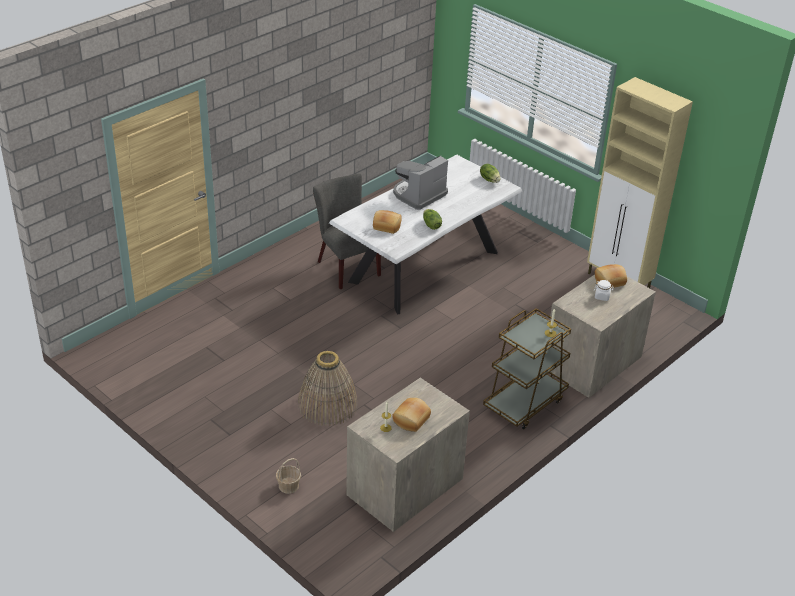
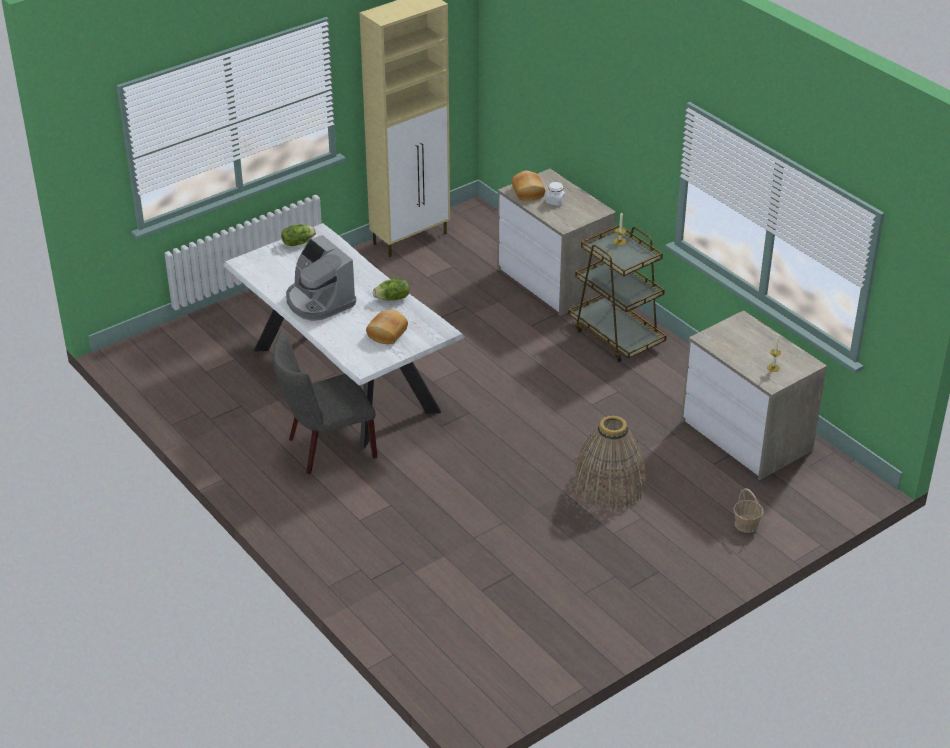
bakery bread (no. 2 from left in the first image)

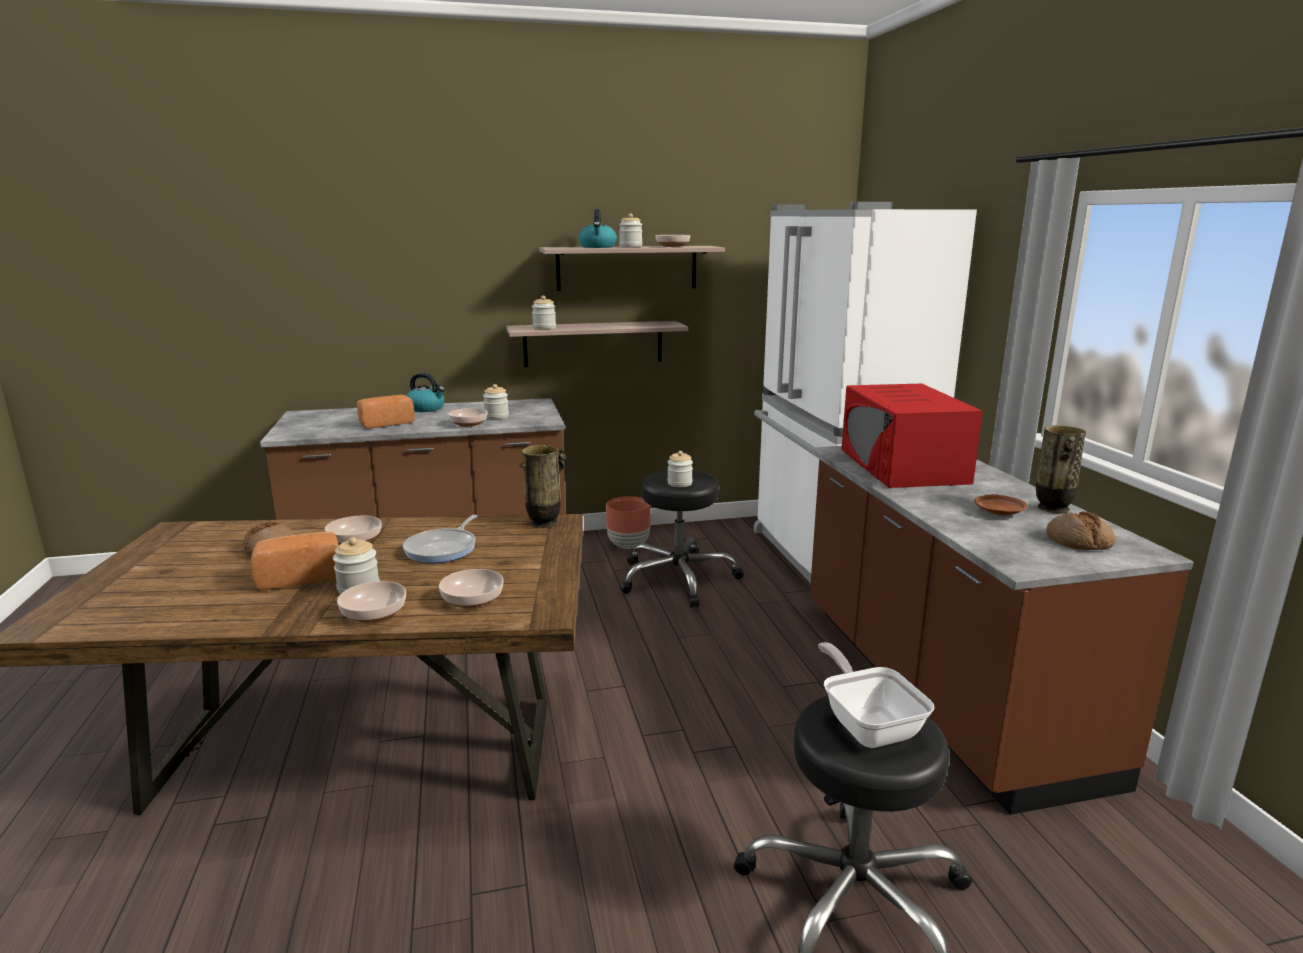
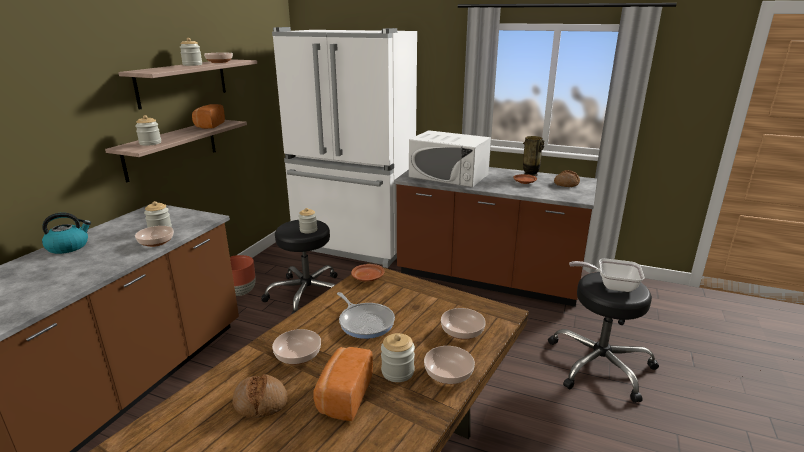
bakery bread (no. 1 from left)
brown dinner plate (no. 1 from left)
white microwave
tea kettle (no. 2 from left in the first image)

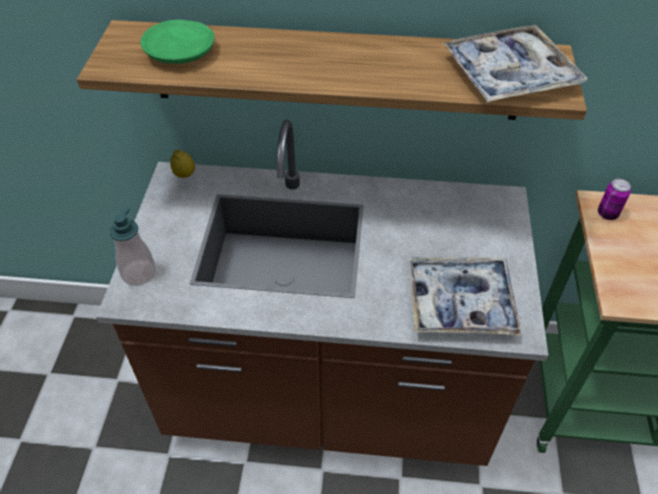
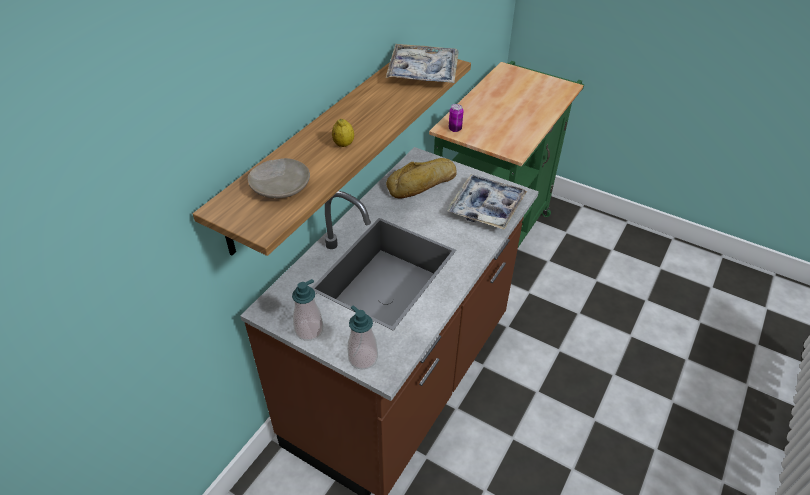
beige dinner plate
soap bottle (no. 1 from left)
citrus fruit
bakery bread

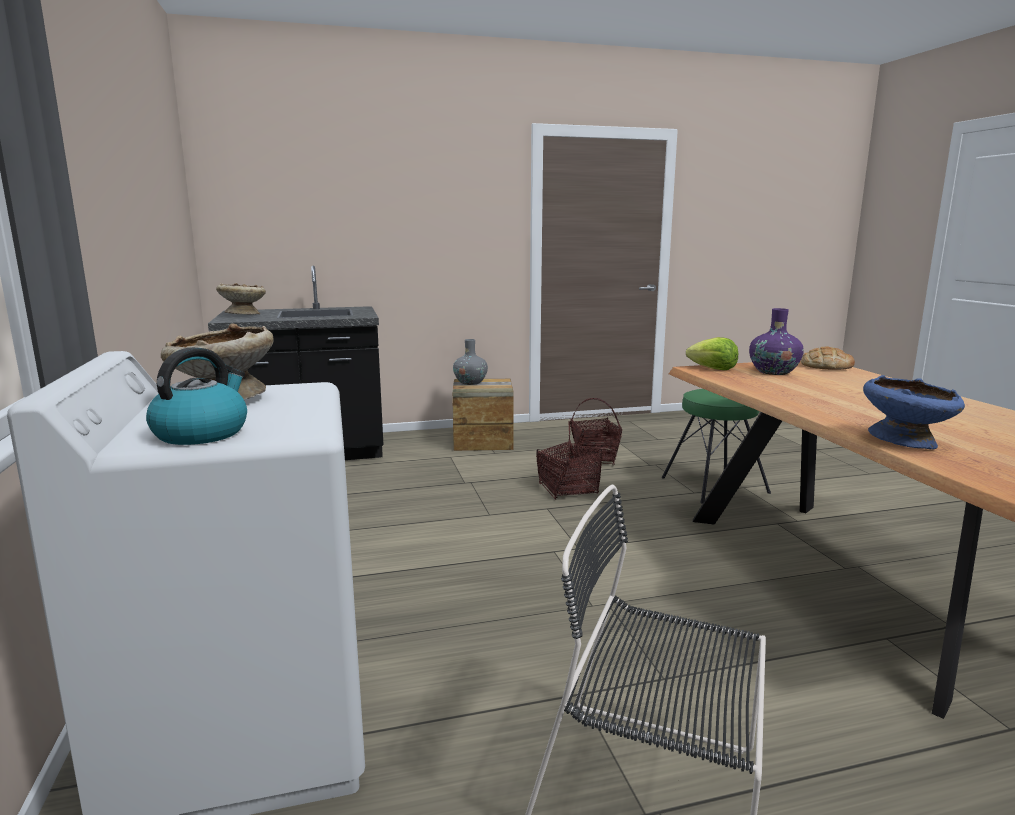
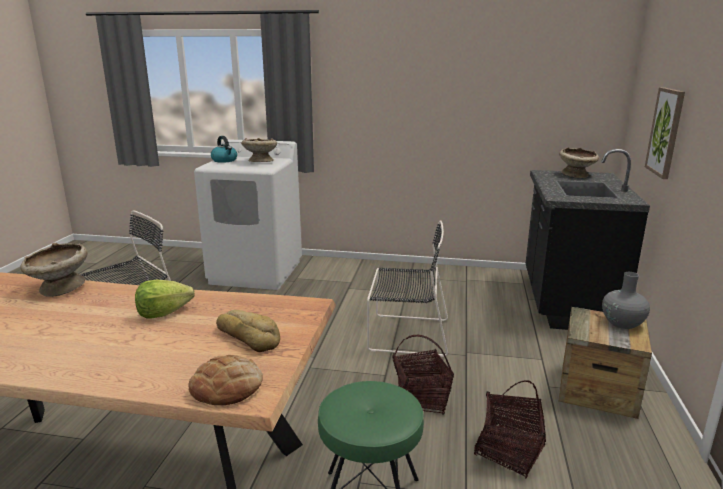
beige serving bowl (no. 1 from left)
lettuce
bakery bread (no. 2 from left)
blackish plain chair (no. 2 from left)
wall art

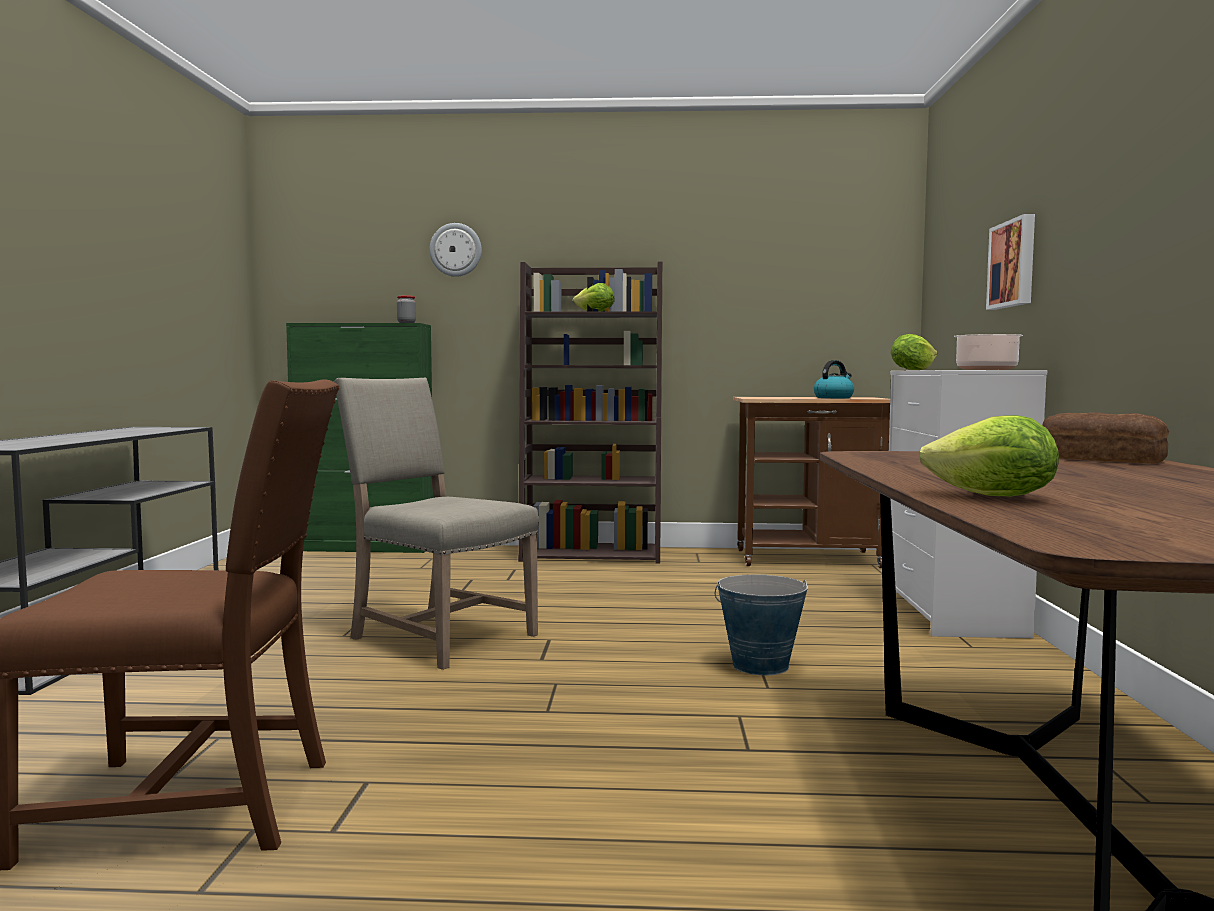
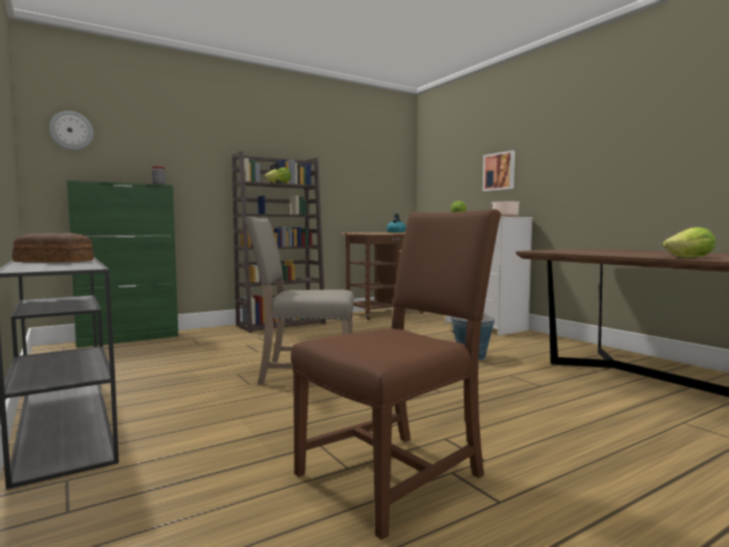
bakery bread
hanging clock

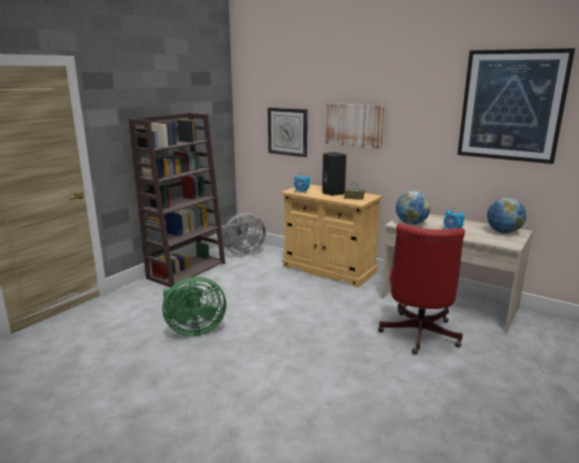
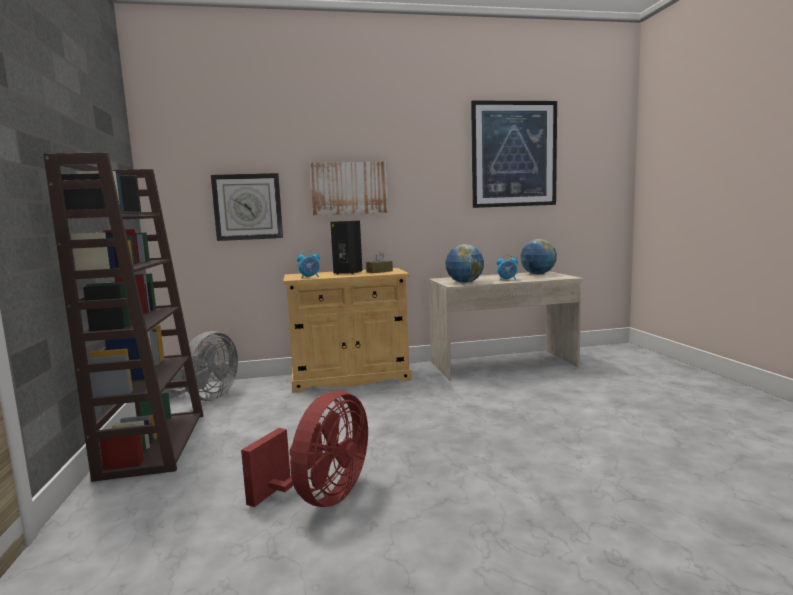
red fan
red desk chair

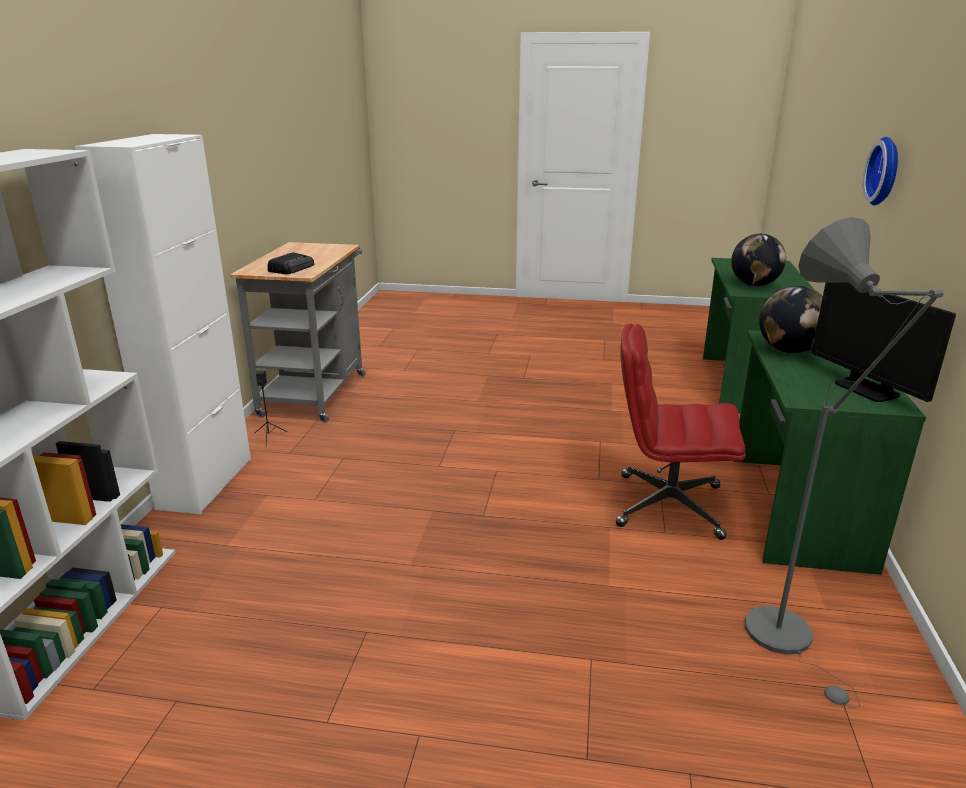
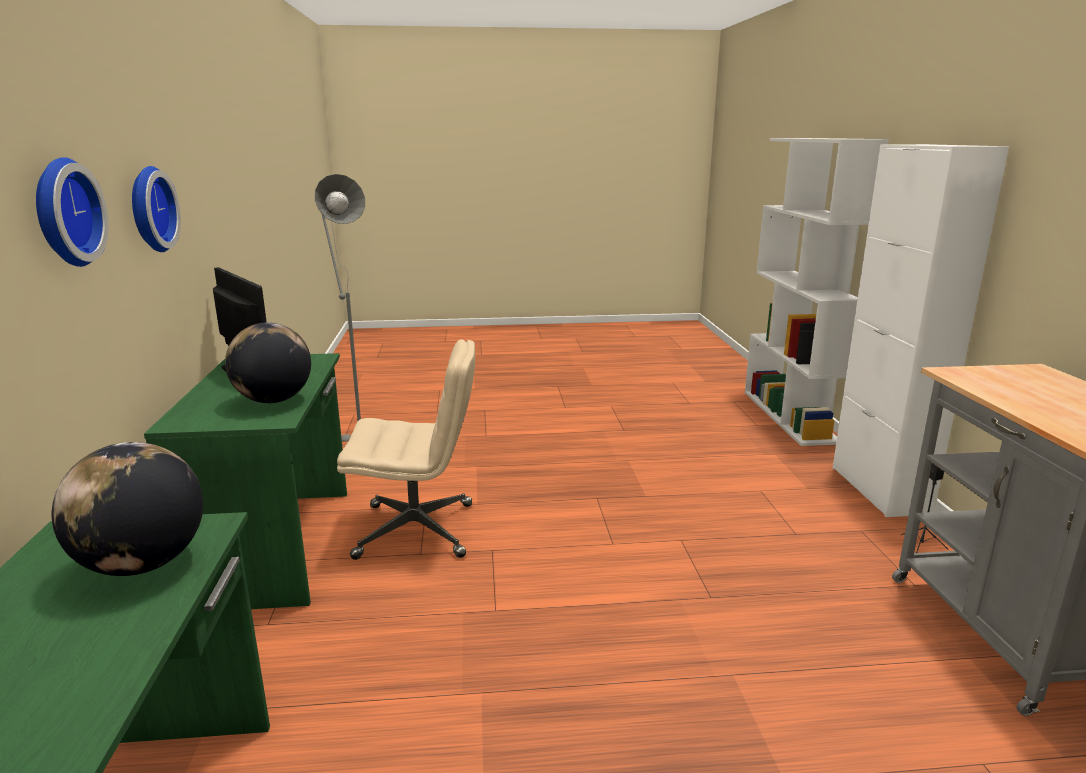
hanging clock (no. 2 from left)
beige desk chair
radio set

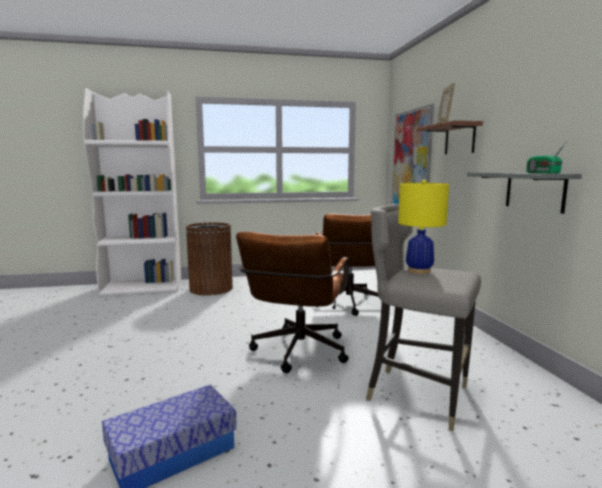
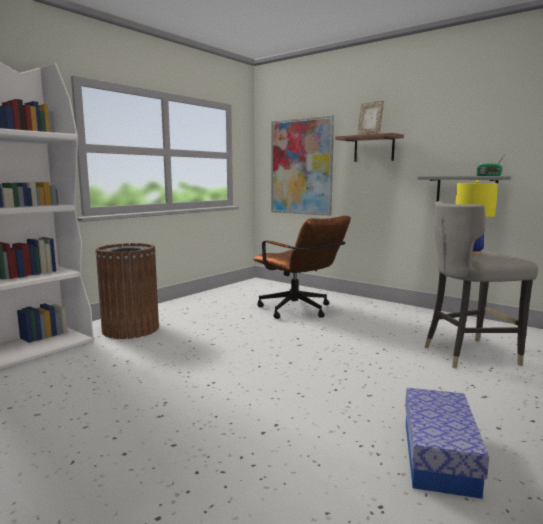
brown desk chair (no. 1 from left in the first image)

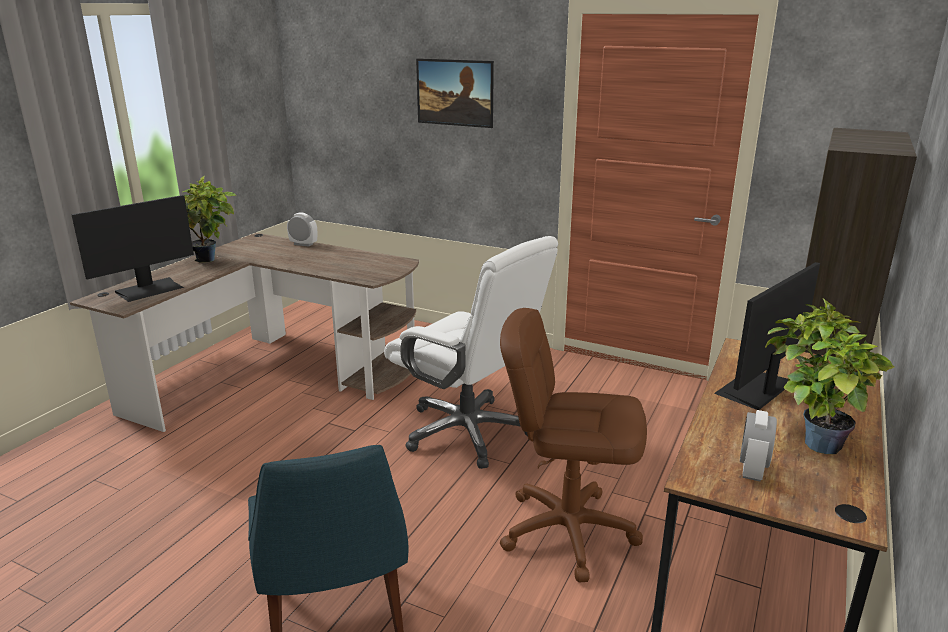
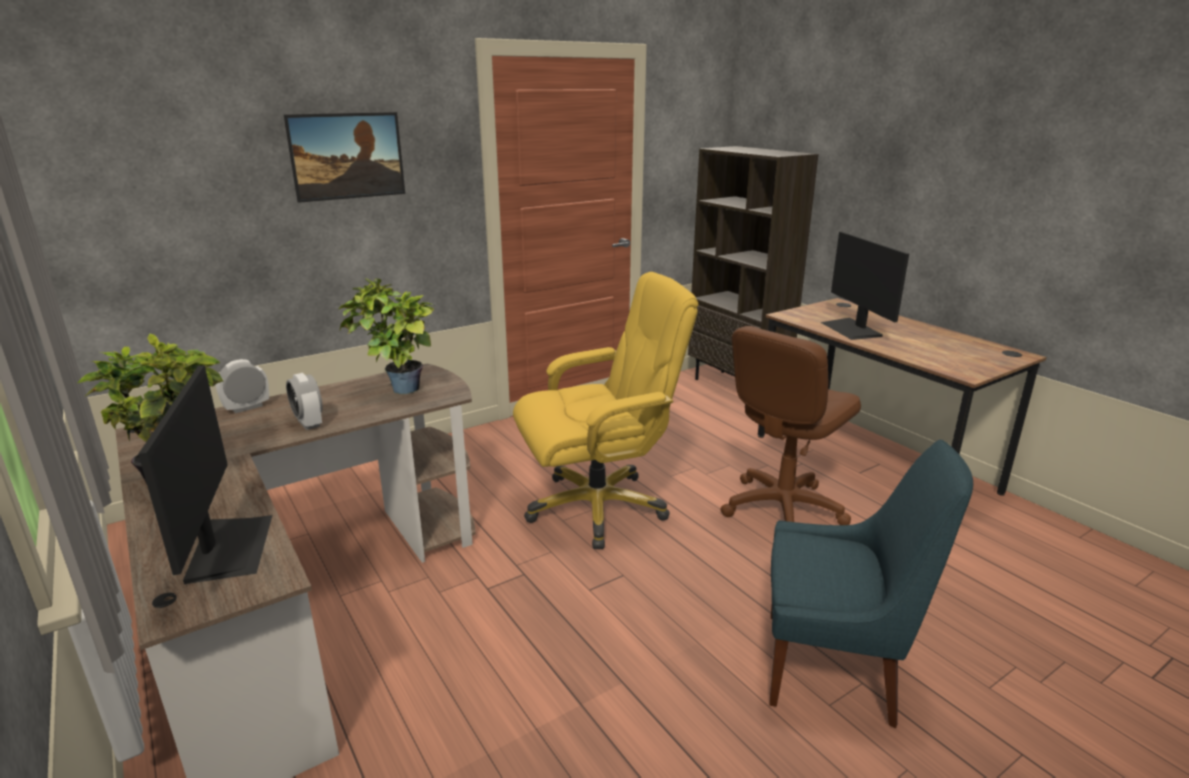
table clock (no. 2 from left)
houseplant (no. 2 from left)
yellow-coloured desk chair

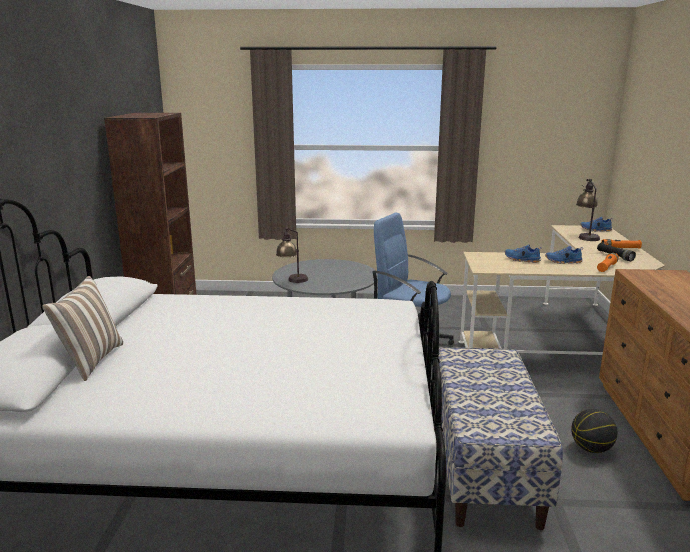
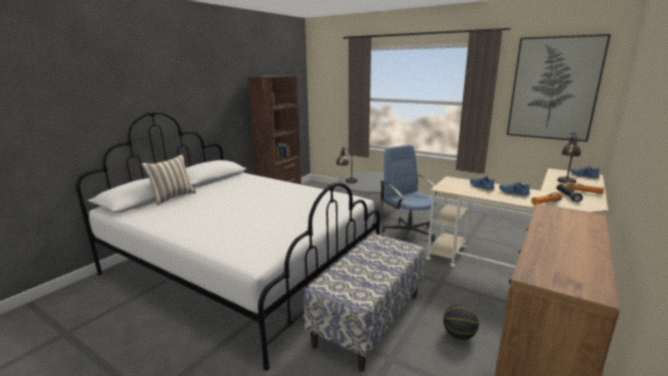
wall art

